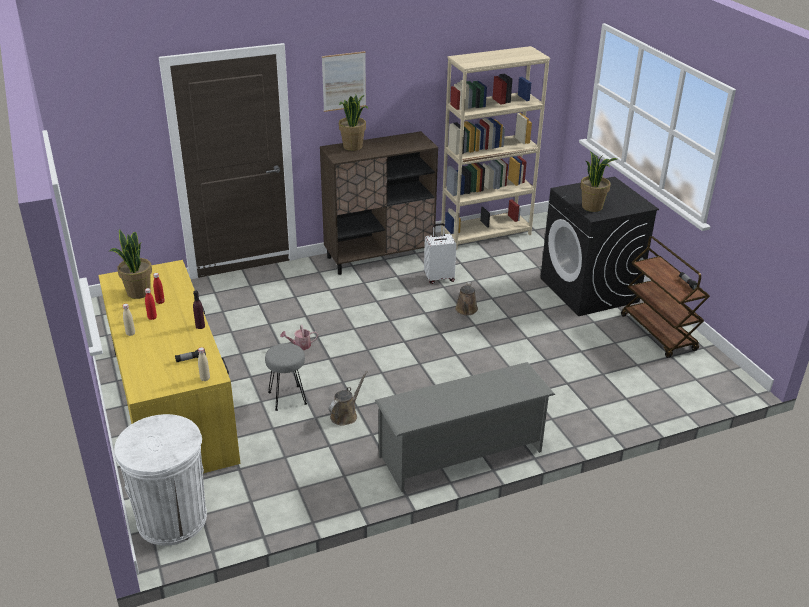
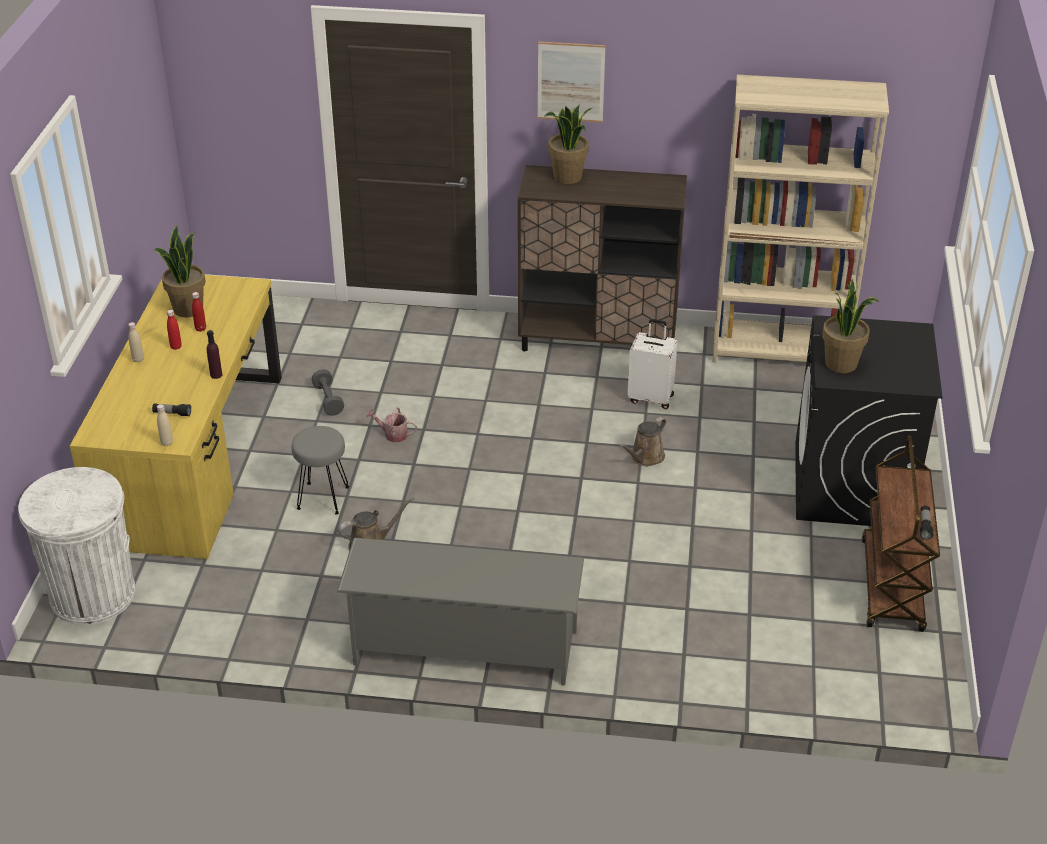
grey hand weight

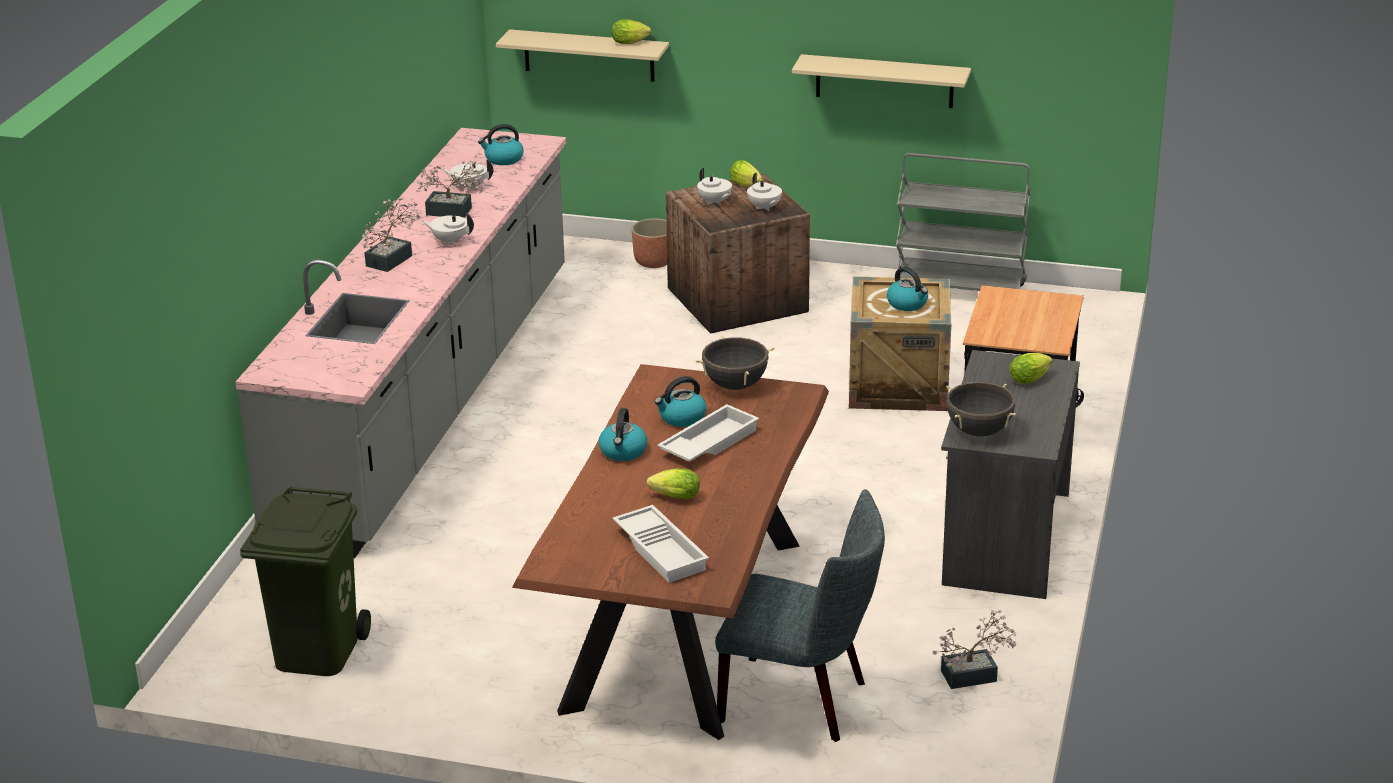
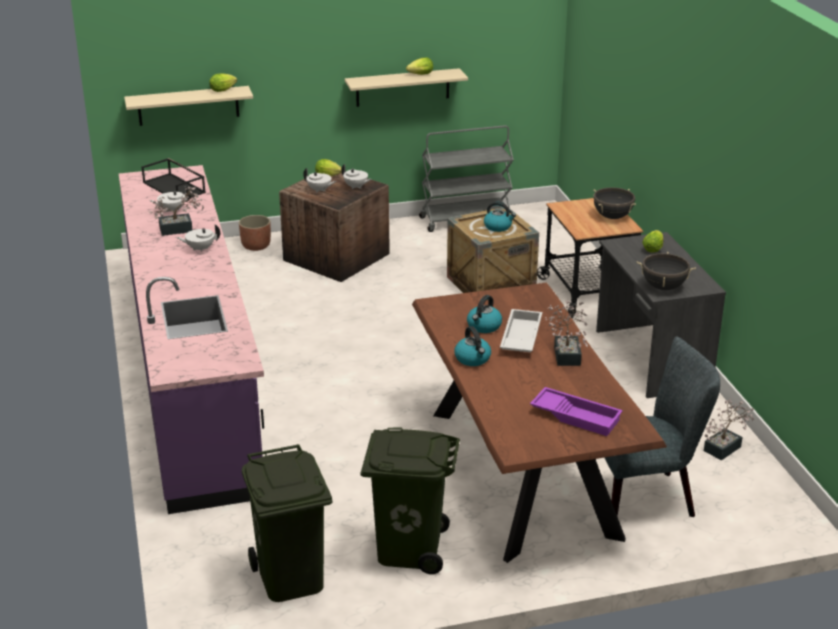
purple kitchen base unit
blackish serving tray
greenish trash can (no. 2 from left)
lettuce (no. 3 from left)
purple serving tray
houseplant (no. 2 from left)
blackish saucepot (no. 1 from left)

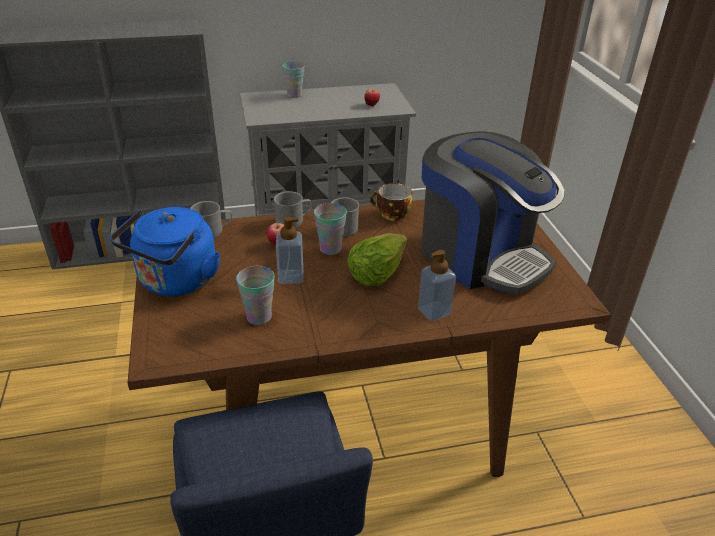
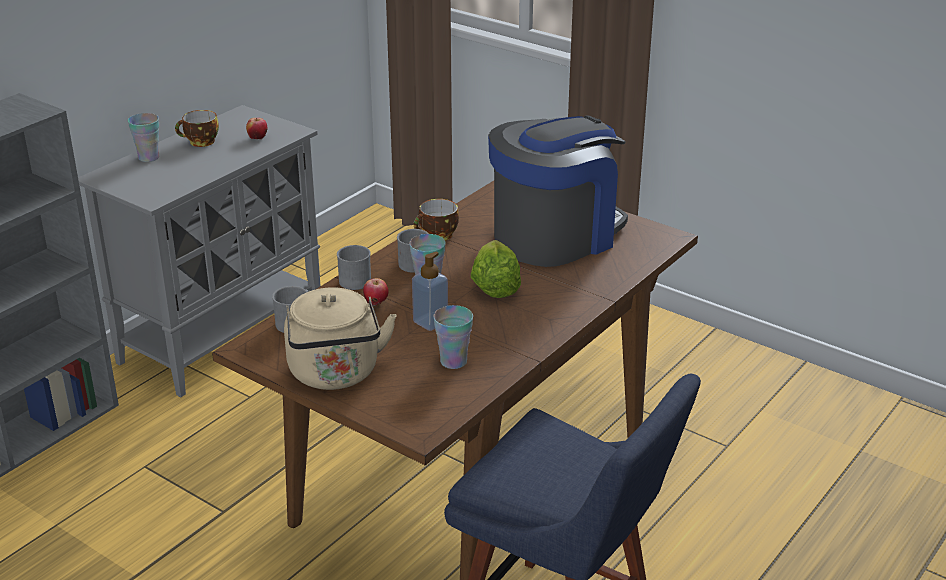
drinking cup (no. 2 from left)
beige tea kettle
coffee maker
soap bottle (no. 2 from left in the first image)

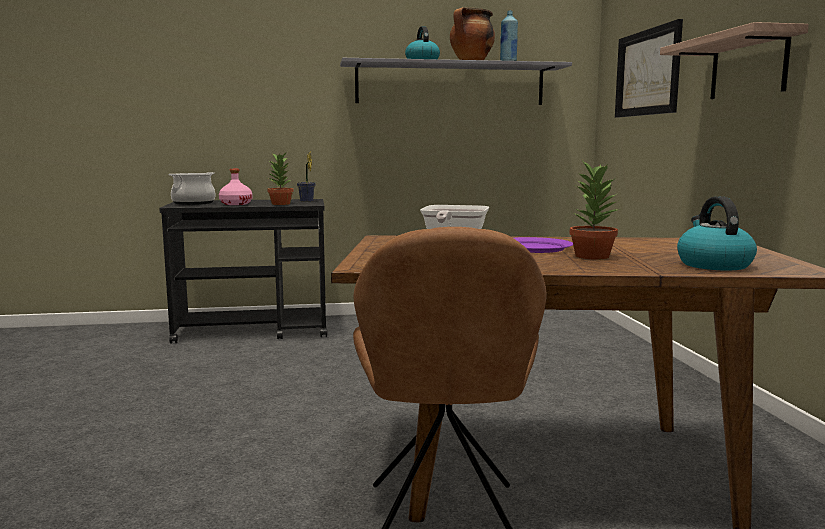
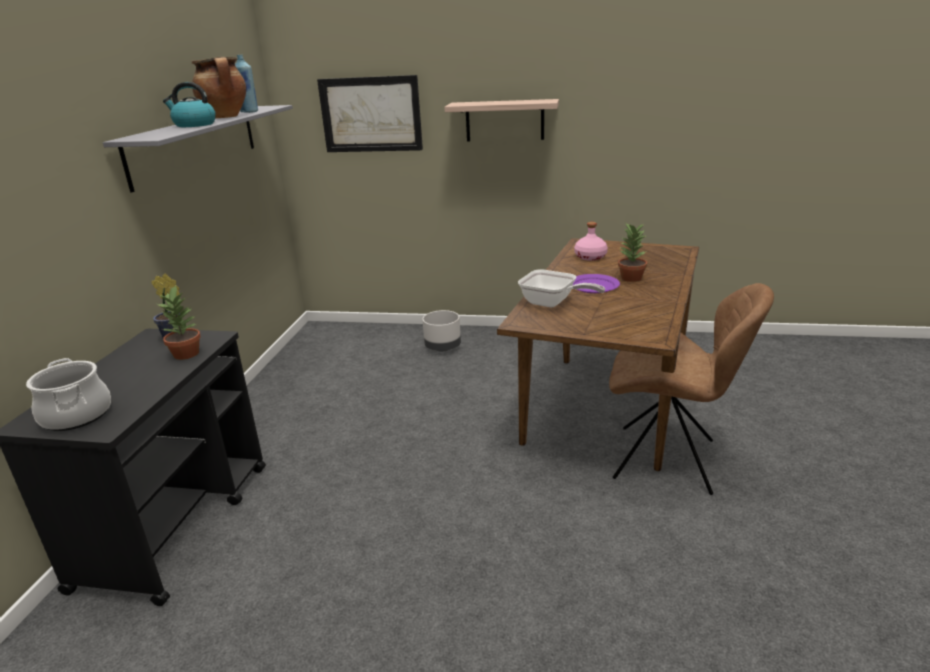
grey flower pot
pink beverage bottle
tea kettle (no. 2 from left in the first image)

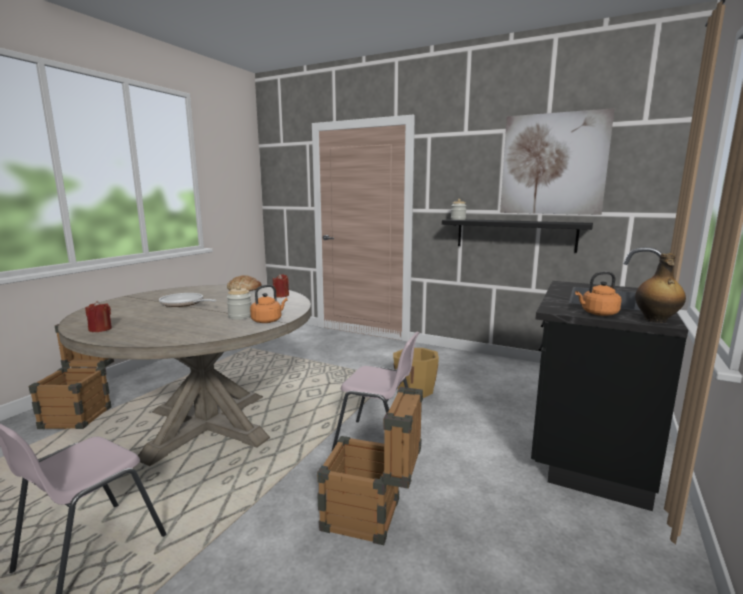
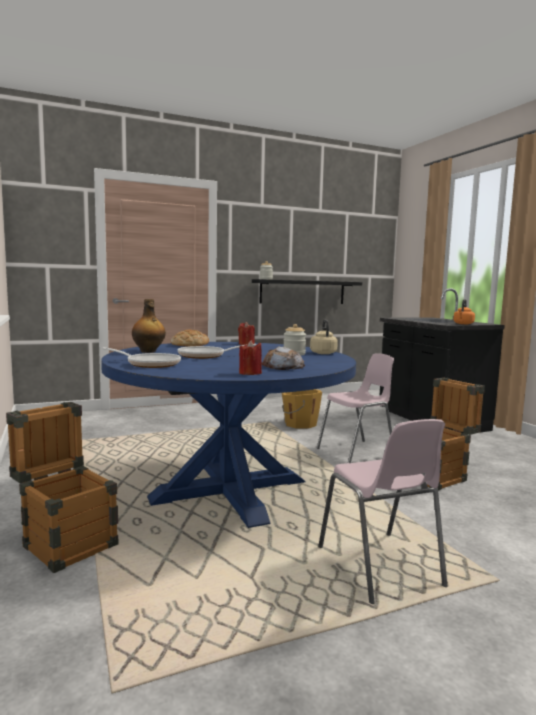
blue-coloured dinner table
skillet (no. 1 from left)
beverage bottle
bakery bread (no. 2 from left)
beige tea kettle
wall art

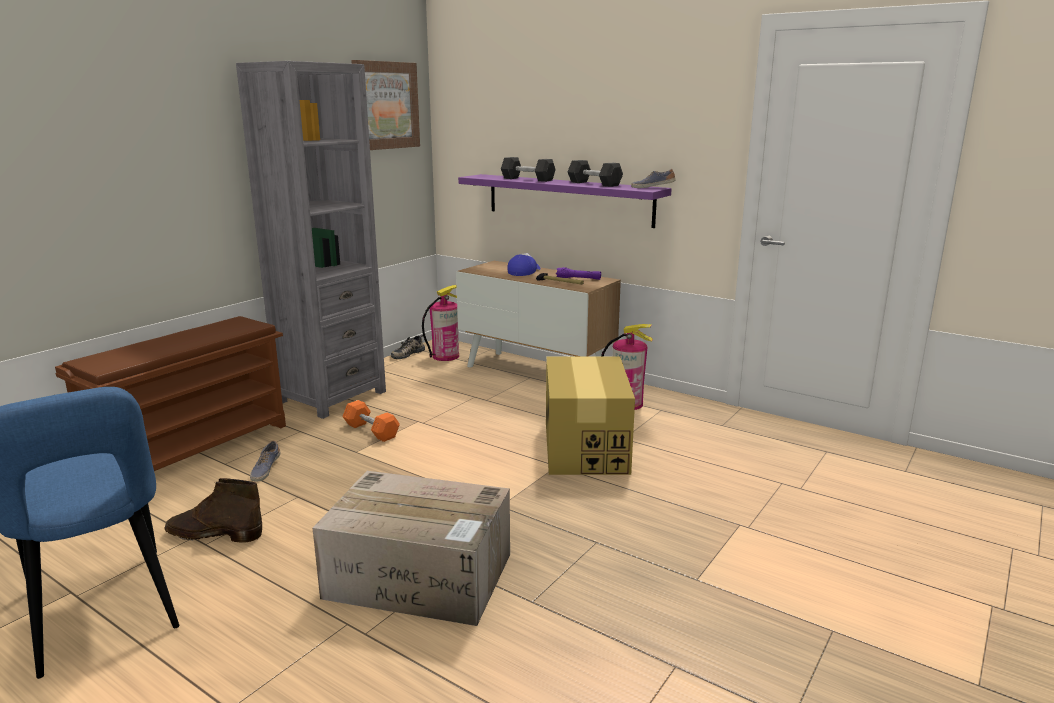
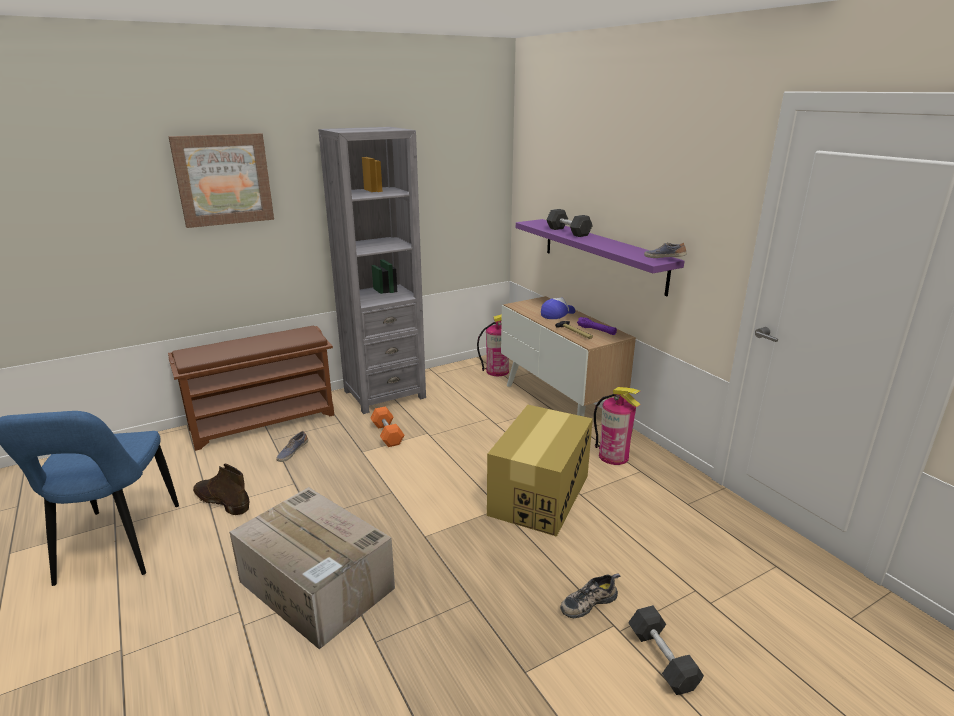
wall art
item of footwear (no. 2 from left)
grey hand weight (no. 2 from left)

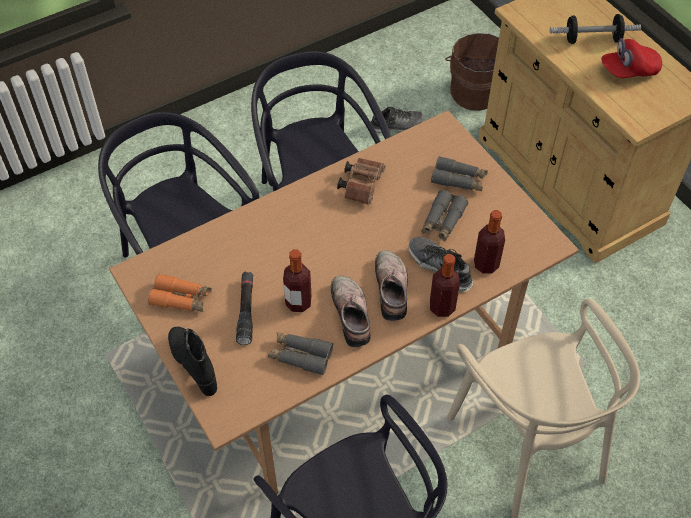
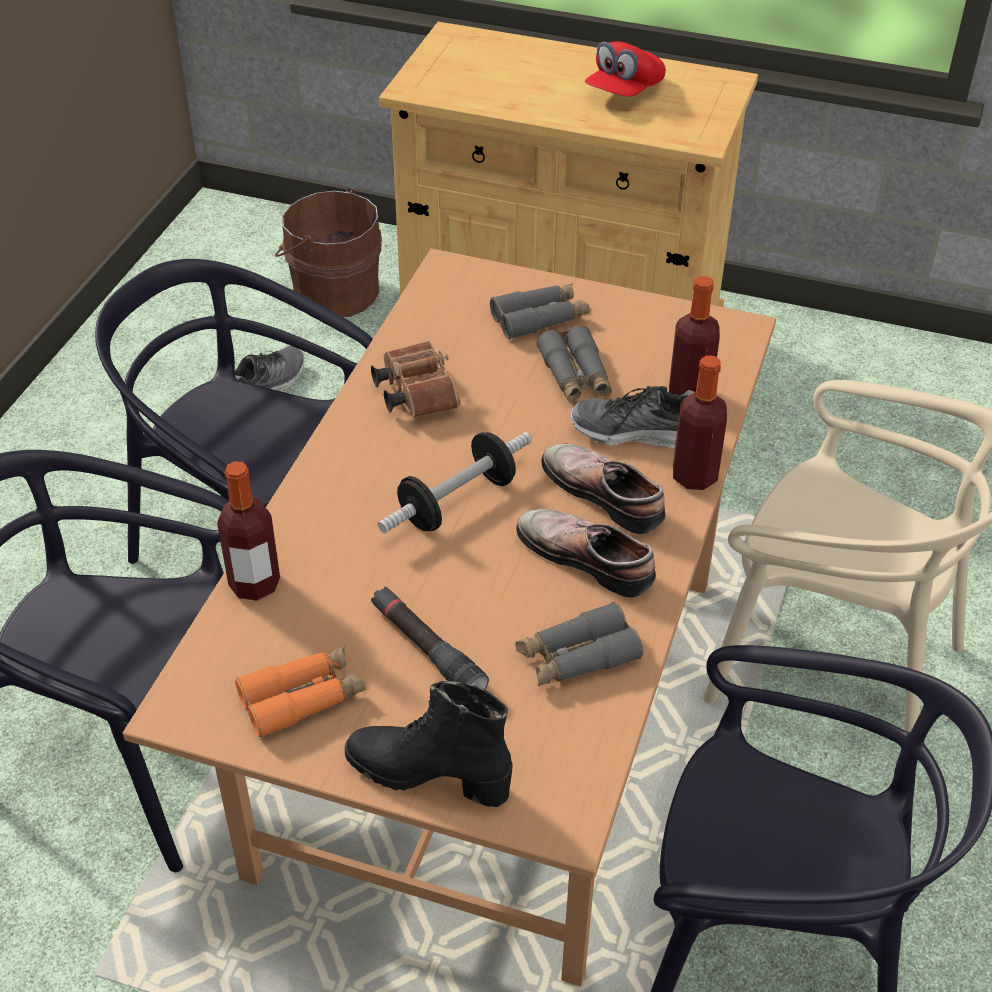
beverage bottle (no. 1 from left)
hand weight

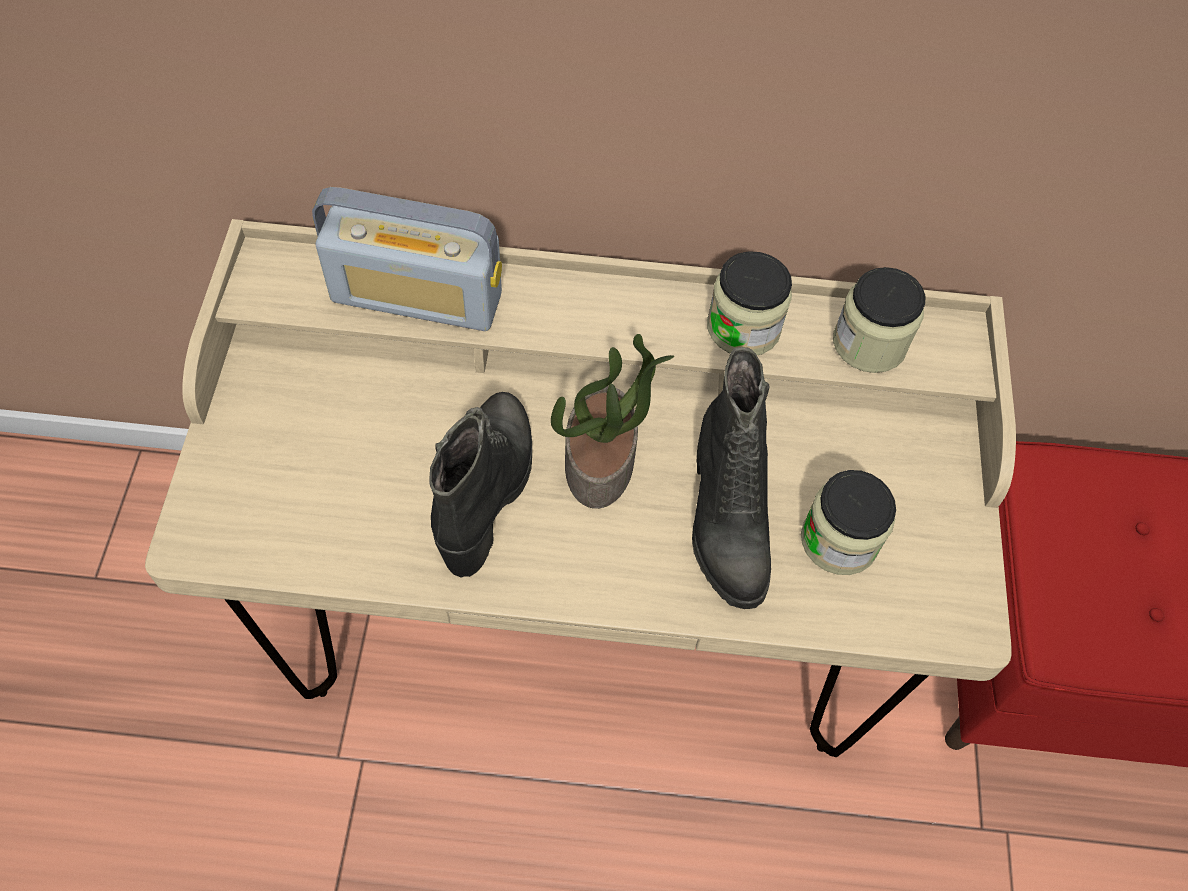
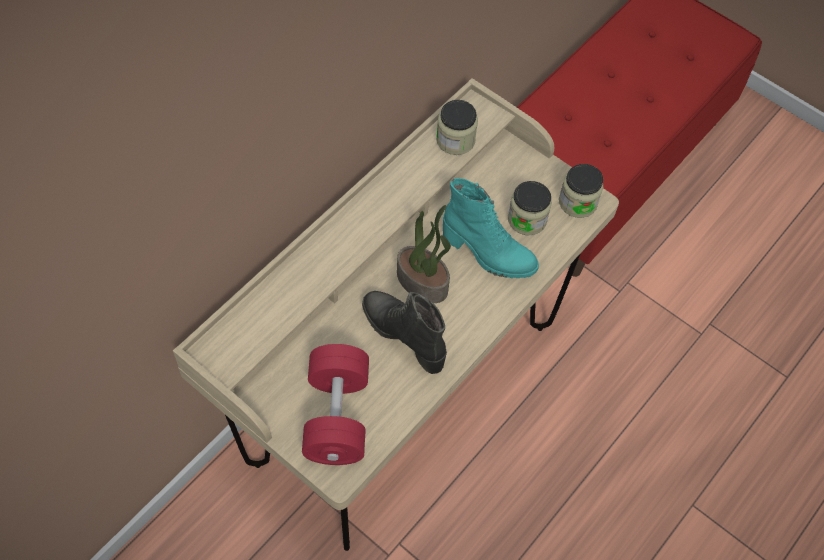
red hand weight
blue-green high-top boot
preserve jar (no. 3 from left)
radio set

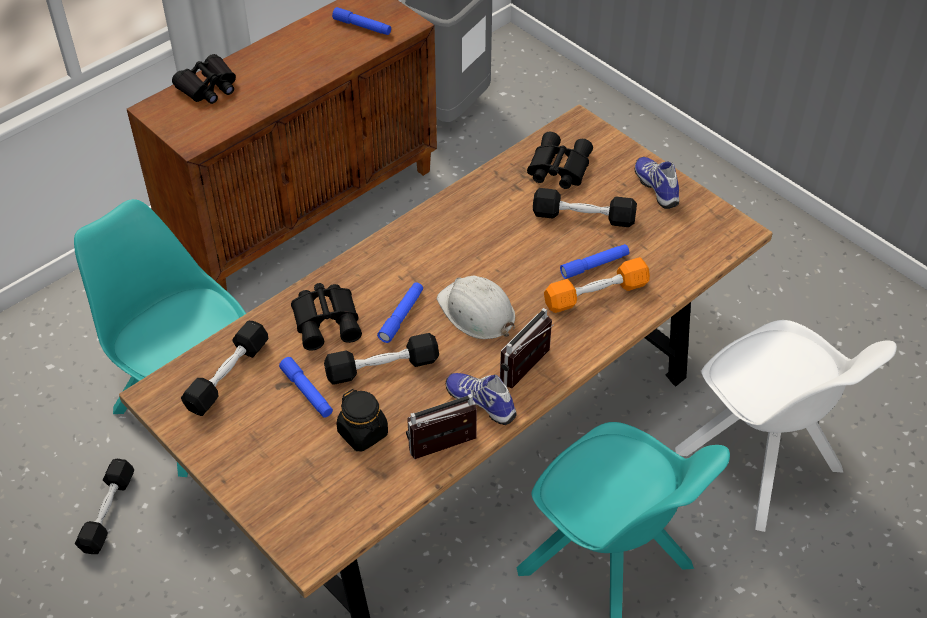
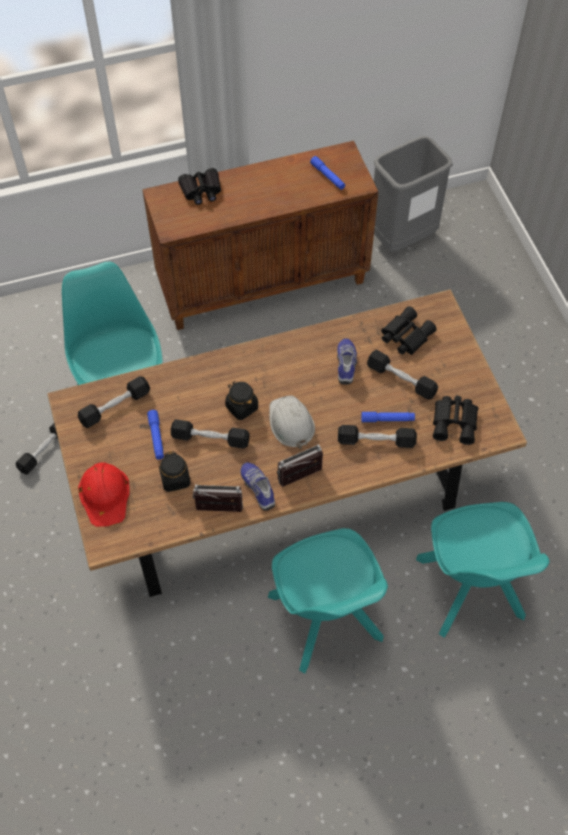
red work helmet
blackish preserve jar (no. 2 from left)
item of footwear (no. 2 from left)
blackish hand weight (no. 4 from left)
blue-green plain chair (no. 3 from left)
blackish pair of binoculars (no. 3 from left)

